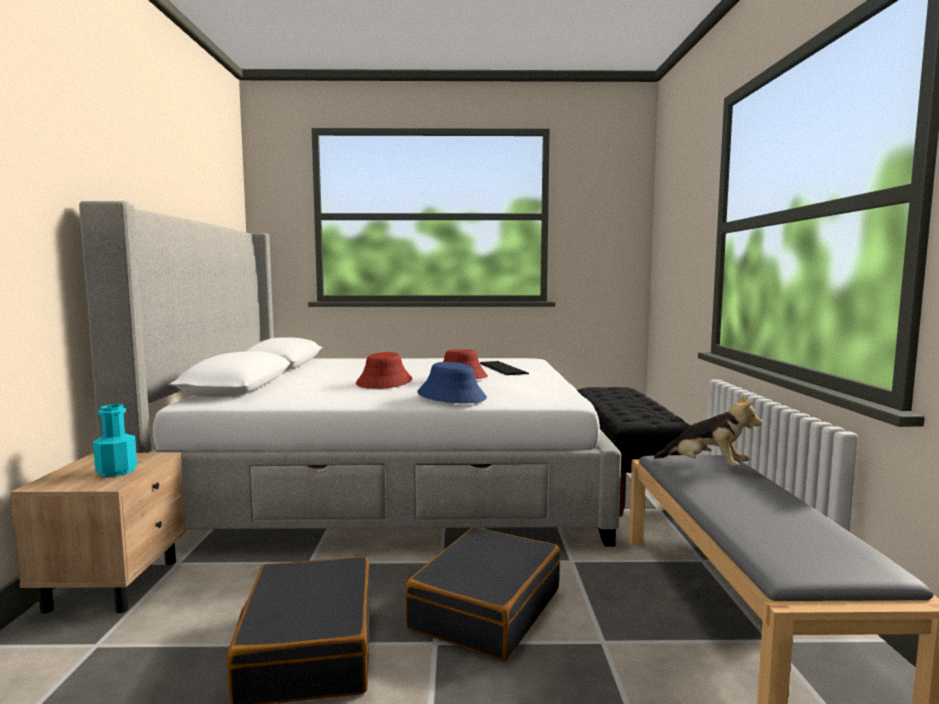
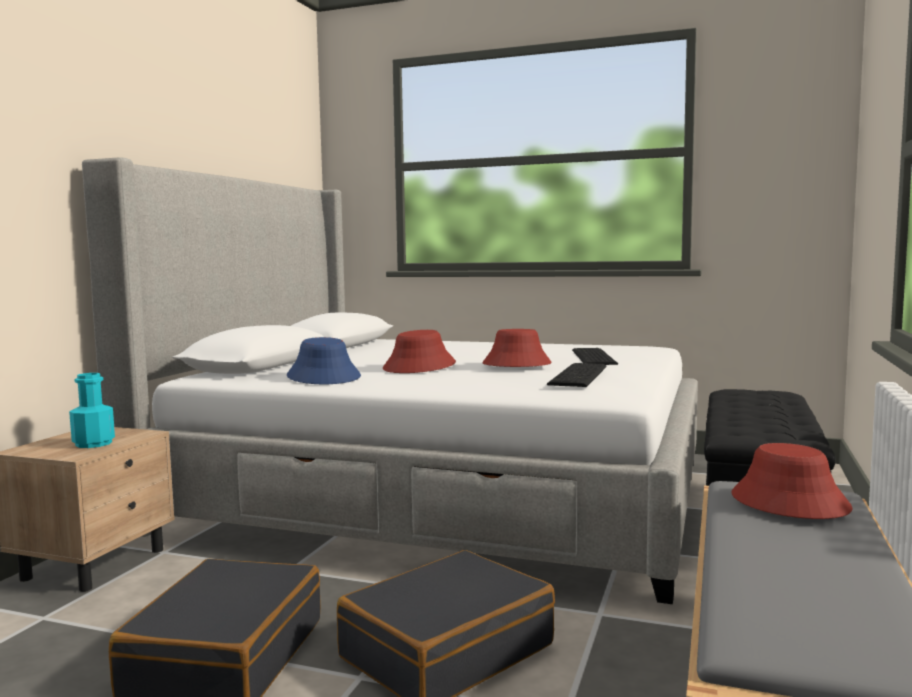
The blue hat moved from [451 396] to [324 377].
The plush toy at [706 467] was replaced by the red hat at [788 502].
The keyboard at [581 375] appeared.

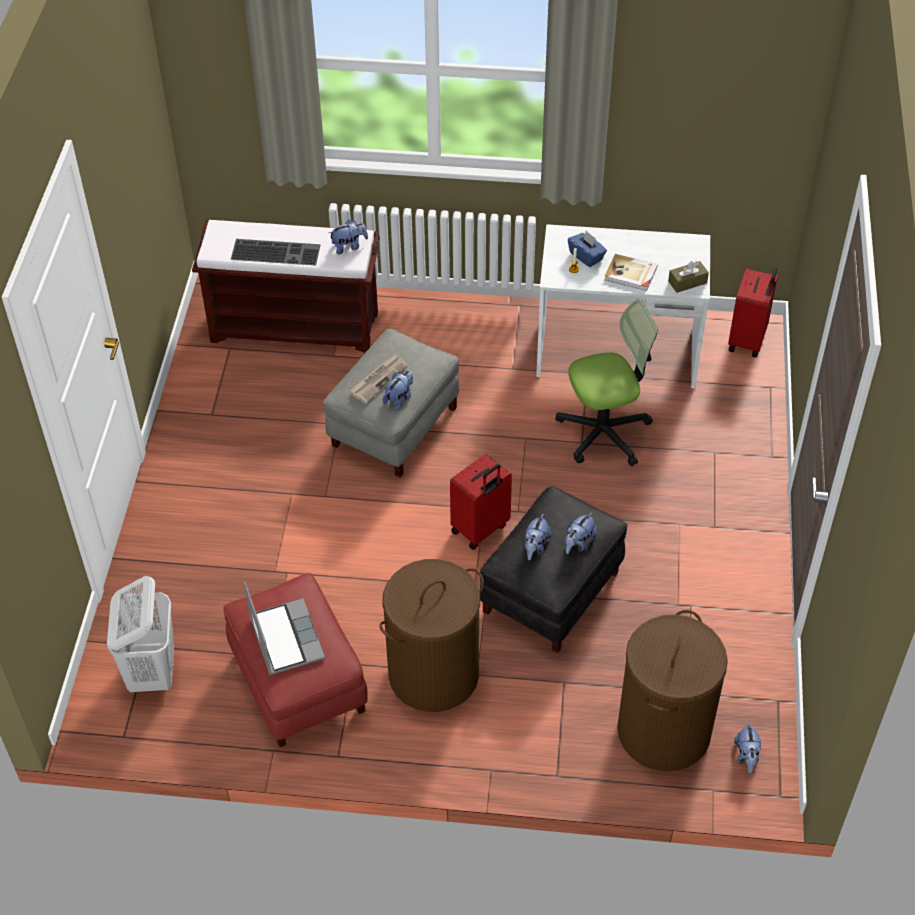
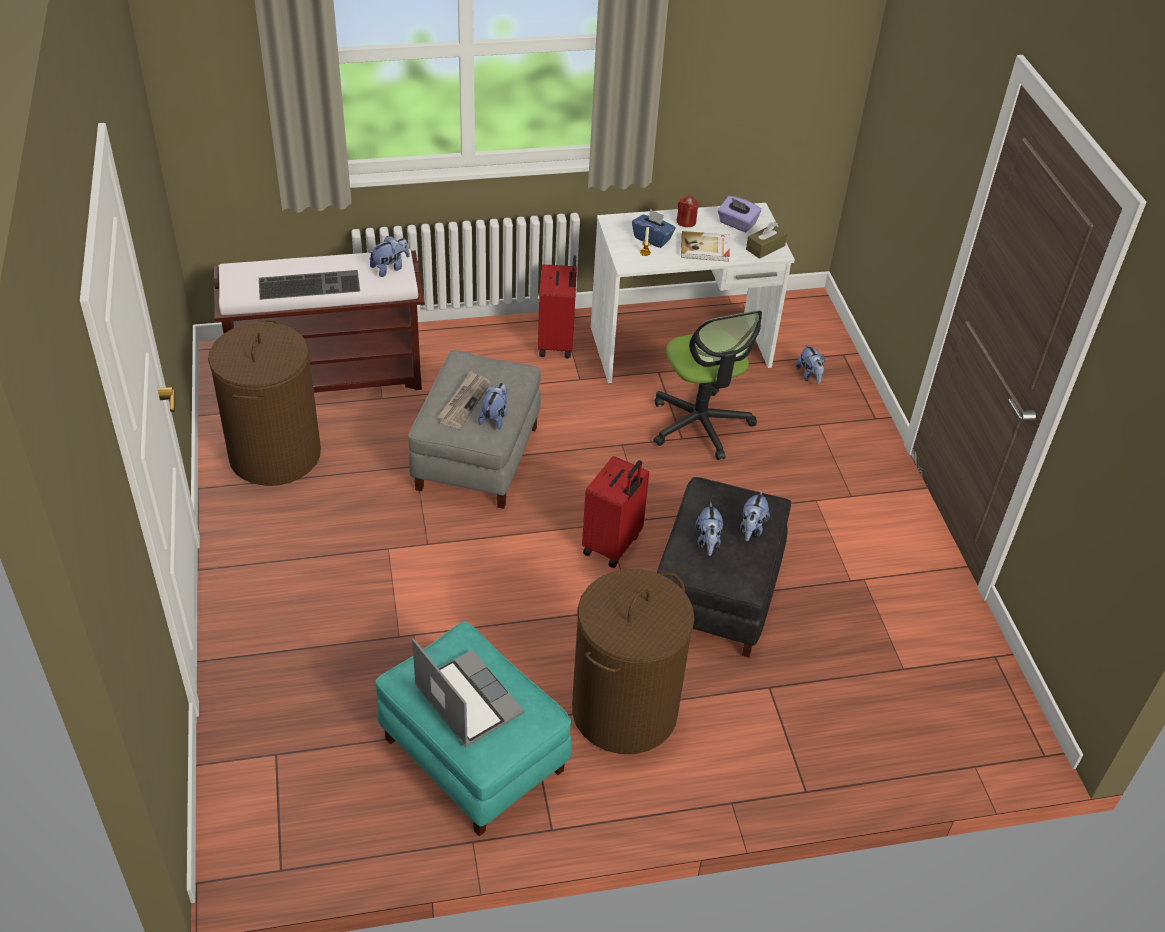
The white laundry basket at [152 672] disappeared.
The red ottoman at [298 682] became the turquoise ottoman at [472 755].
The office chair at [604 432] turned 105 degrees clockwise.
The brown laundry basket moved from [663 730] to [274 454].
The red suitcase moved from [748 340] to [557 343].
The plush toy moved from [746 756] to [809 375].
The red candle at [686 221] appeared.
The purple tissue box at [737 224] appeared.

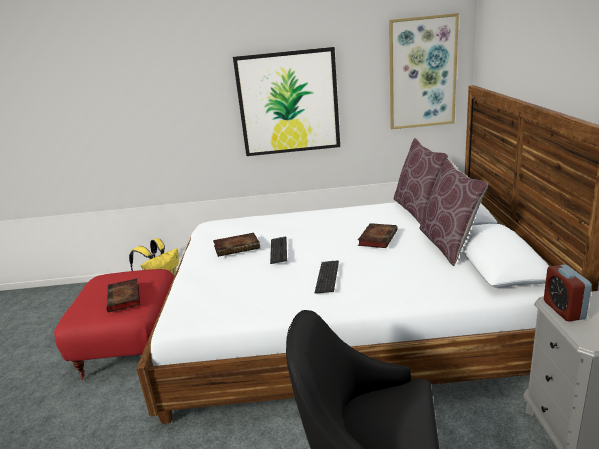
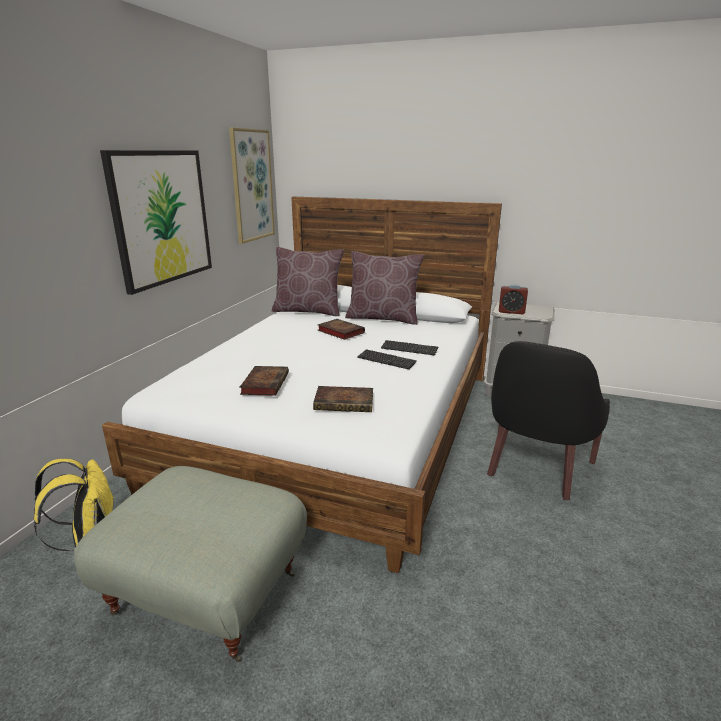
The red ottoman at [132 346] became the grey ottoman at [208 591].
The book moved from [124 298] to [345 403].
The keyboard moved from [278 251] to [409 349].

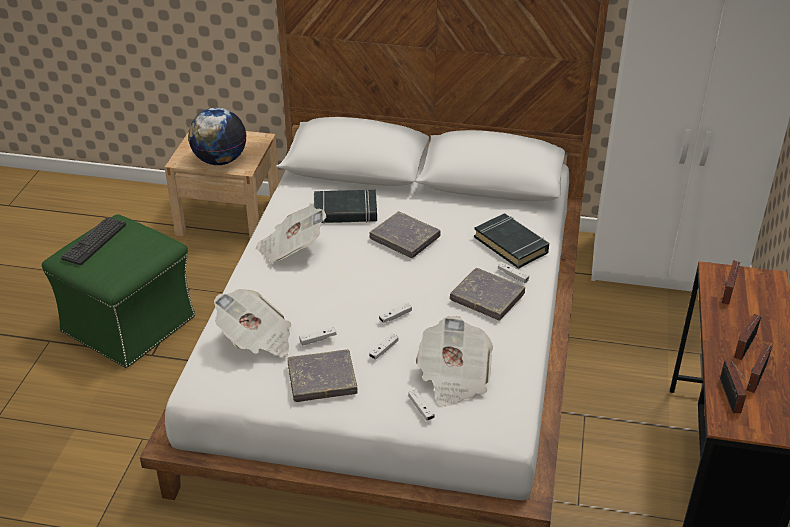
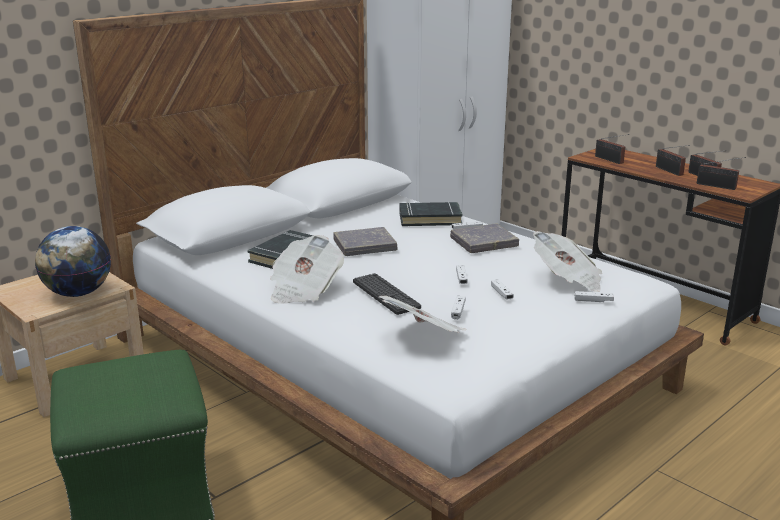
The keyboard moved from [94 241] to [386 294].
The grey book at [322 379] disappeared.

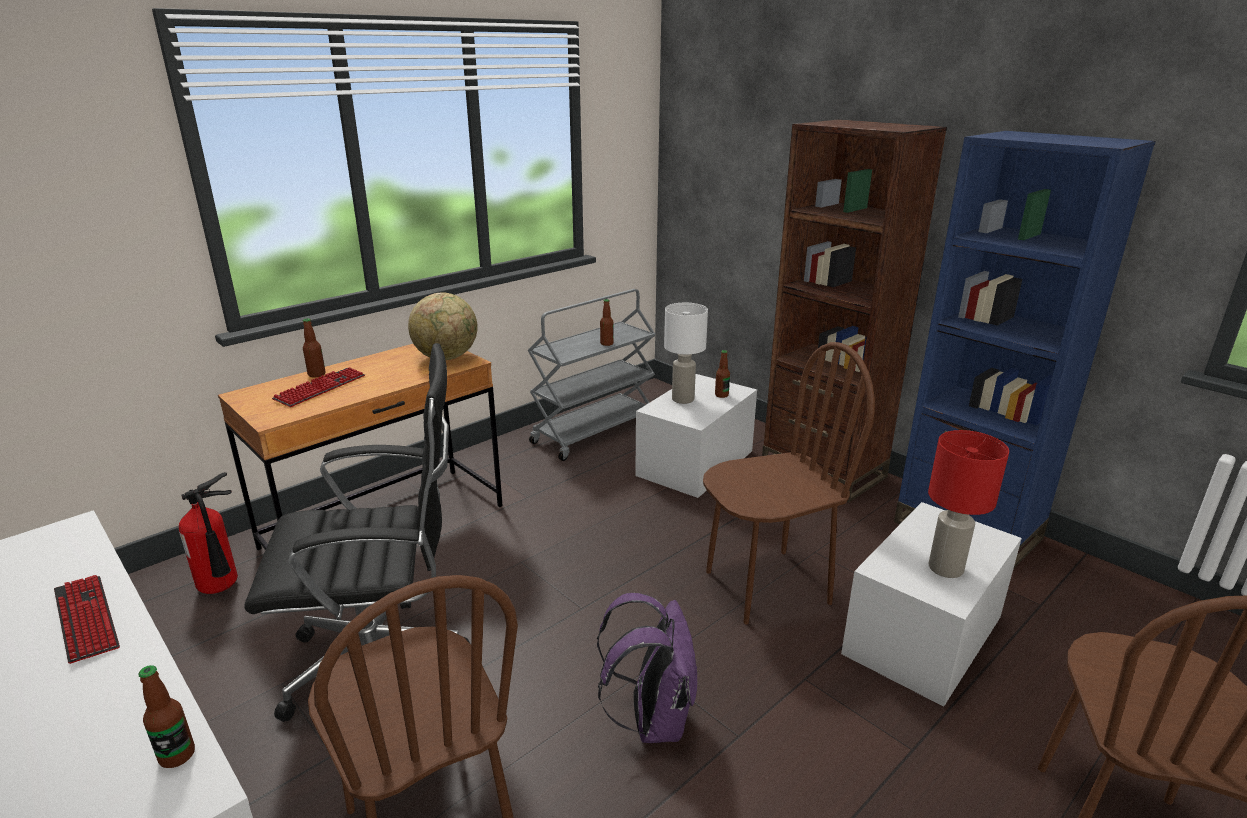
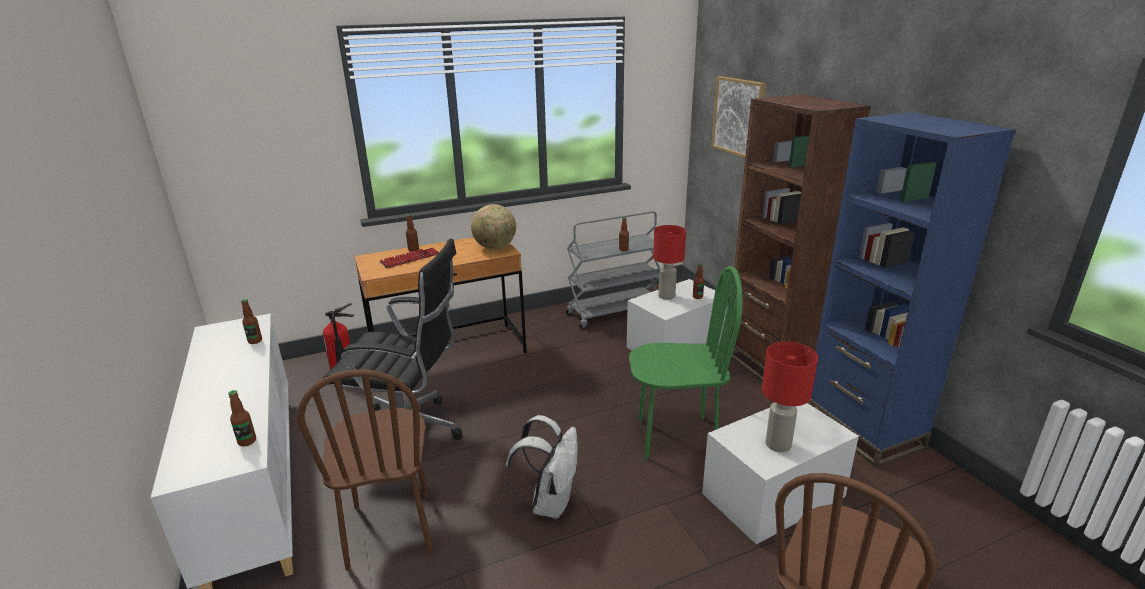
The keyboard at [86 619] disappeared.
The purple backpack at [653 719] became the white backpack at [550 502].
The white table lamp at [682 399] became the red table lamp at [666 296].
The brown chair at [766 586] became the green chair at [676 438].
The bottle at [255 341] appeared.
The picture at [738 117] appeared.

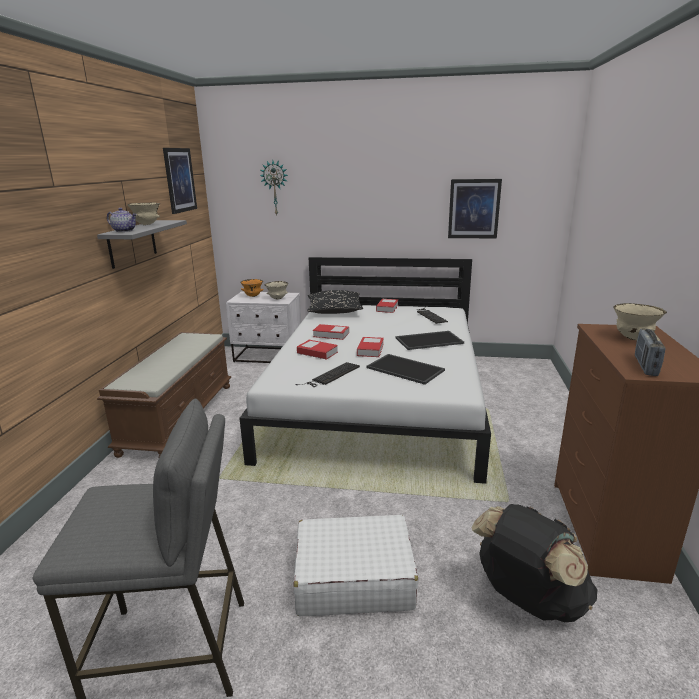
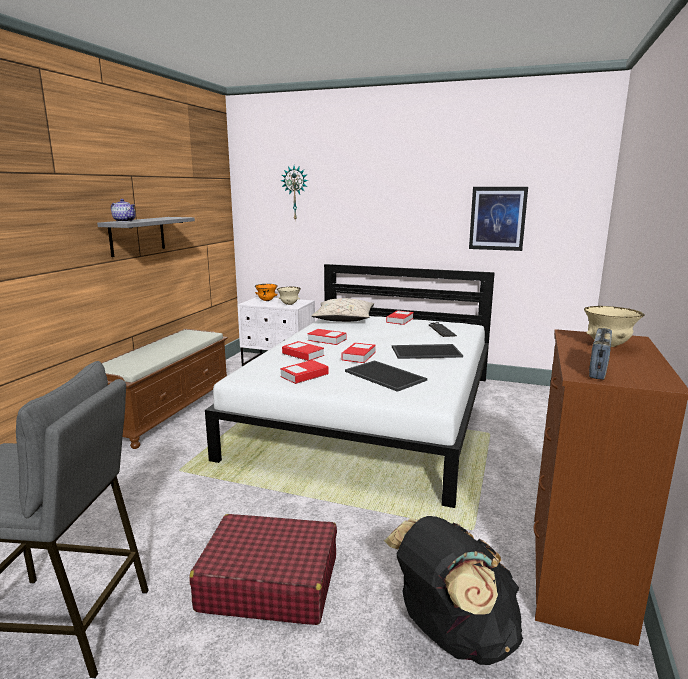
The beige bowl at [146 225] disappeared.
The picture at [179 180] disappeared.
The white suitcase at [353 578] became the red suitcase at [269 583].
The keyboard at [331 375] was replaced by the book at [304 375].
The black pillow at [334 311] became the beige pillow at [343 319].

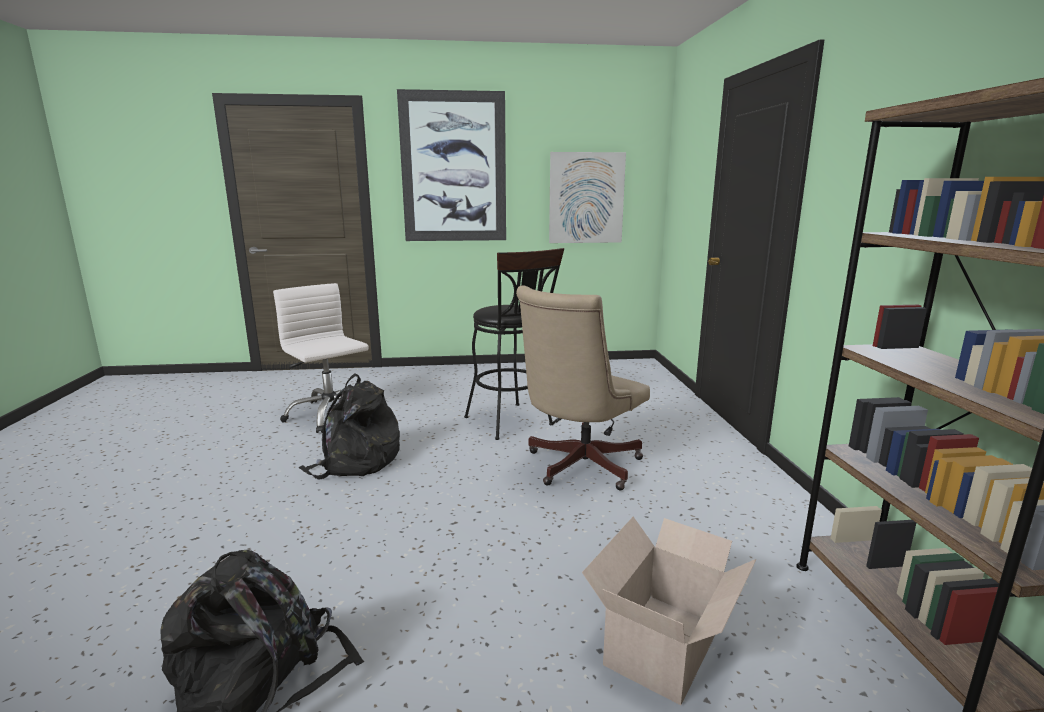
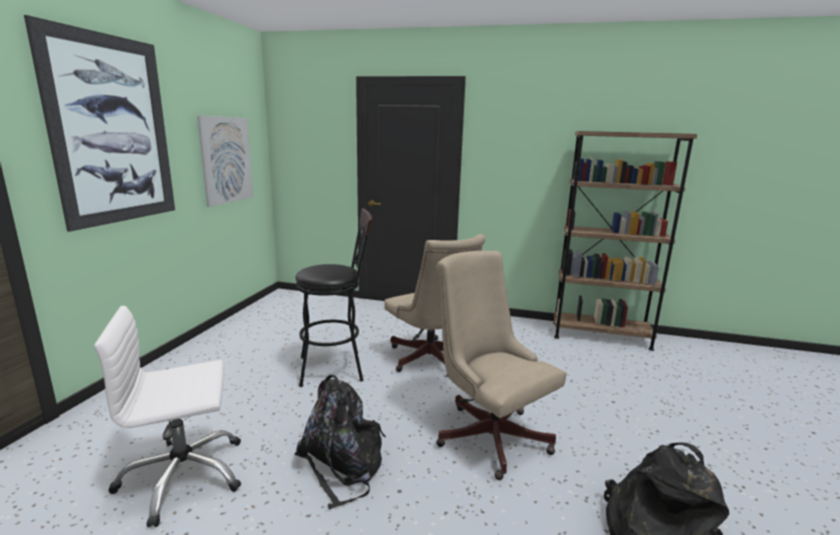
The cardboard box at [666 643] disappeared.
The beige office chair at [488 433] appeared.

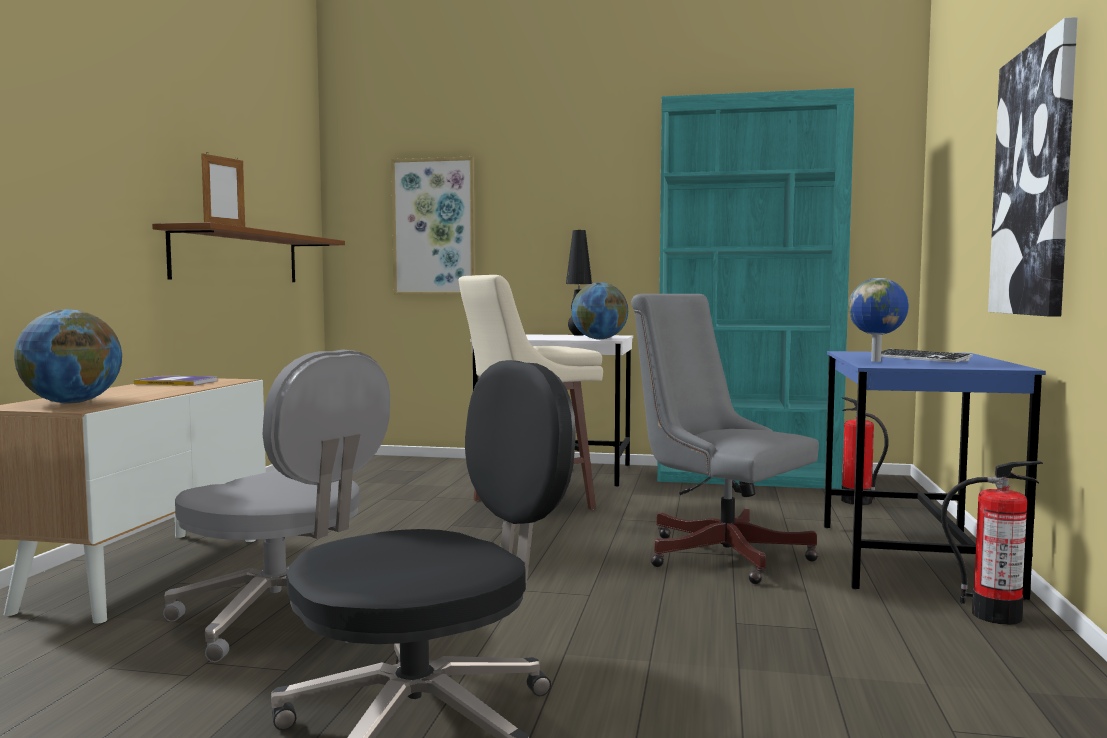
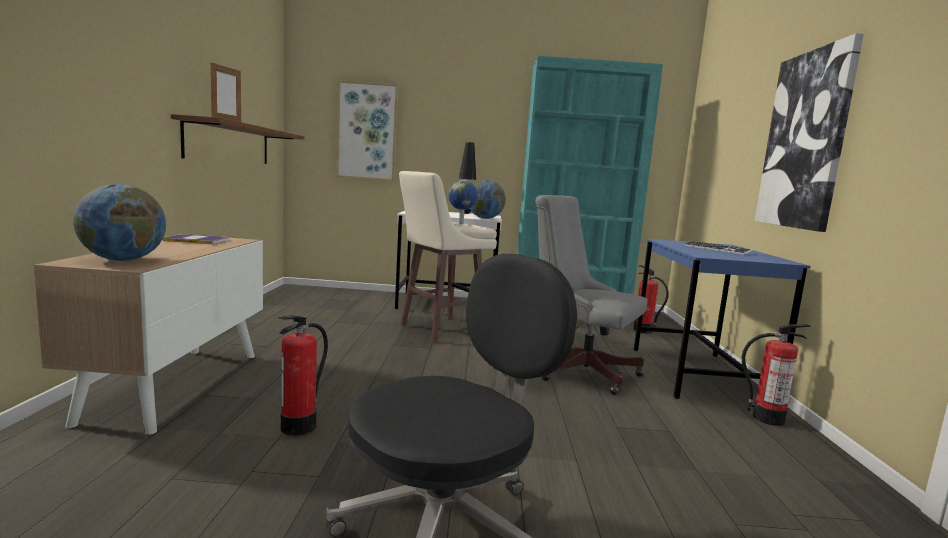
The grey office chair at [283 618] was replaced by the fire extinguisher at [299 427].
The globe moved from [877 361] to [461 223].

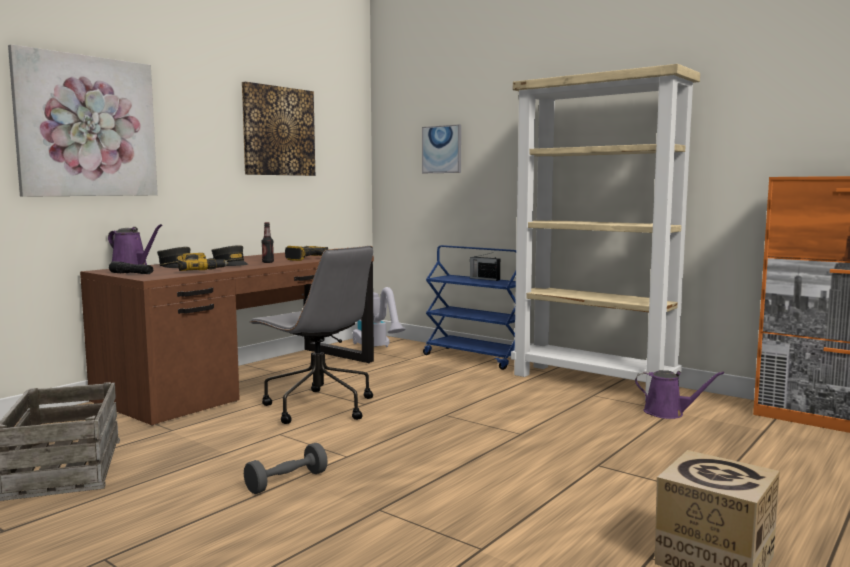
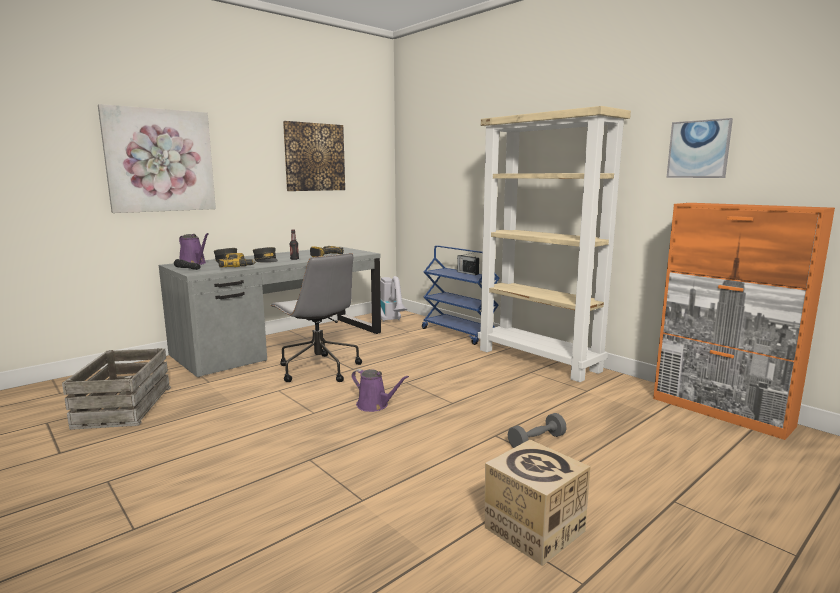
The brown desk at [246 380] became the grey desk at [282 344].
The grey dumbbell moved from [286 482] to [536 441].
The picture moved from [442 149] to [698 149].
The purple watering can moved from [668 413] to [375 405].

